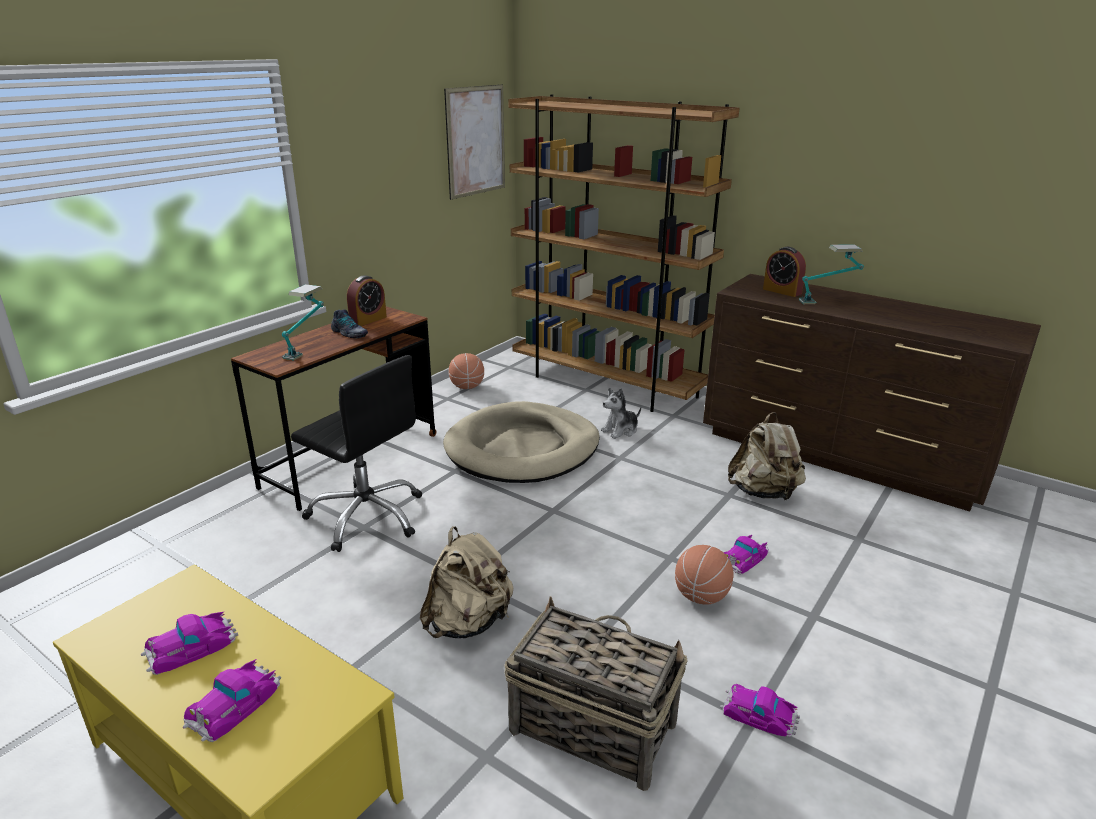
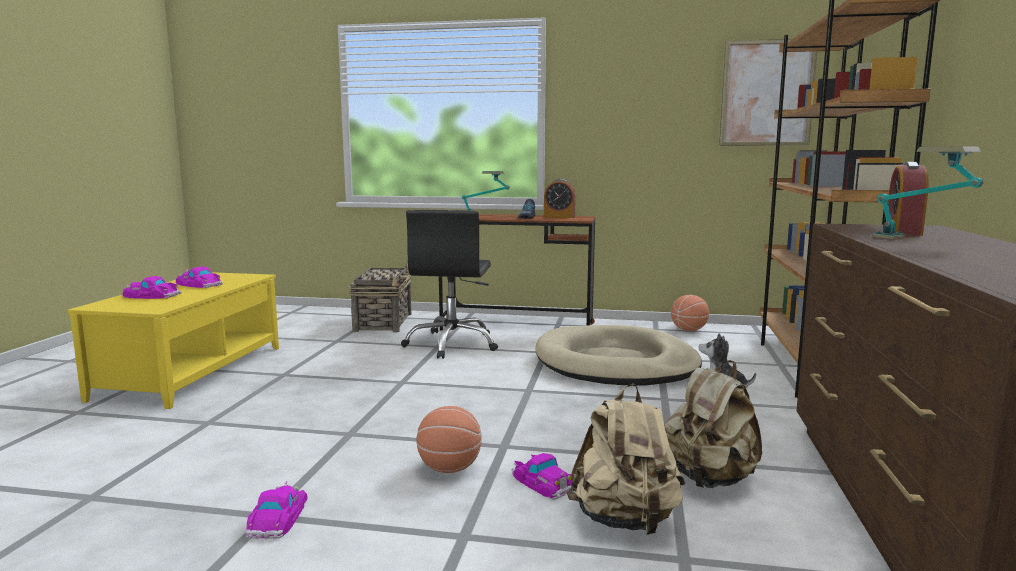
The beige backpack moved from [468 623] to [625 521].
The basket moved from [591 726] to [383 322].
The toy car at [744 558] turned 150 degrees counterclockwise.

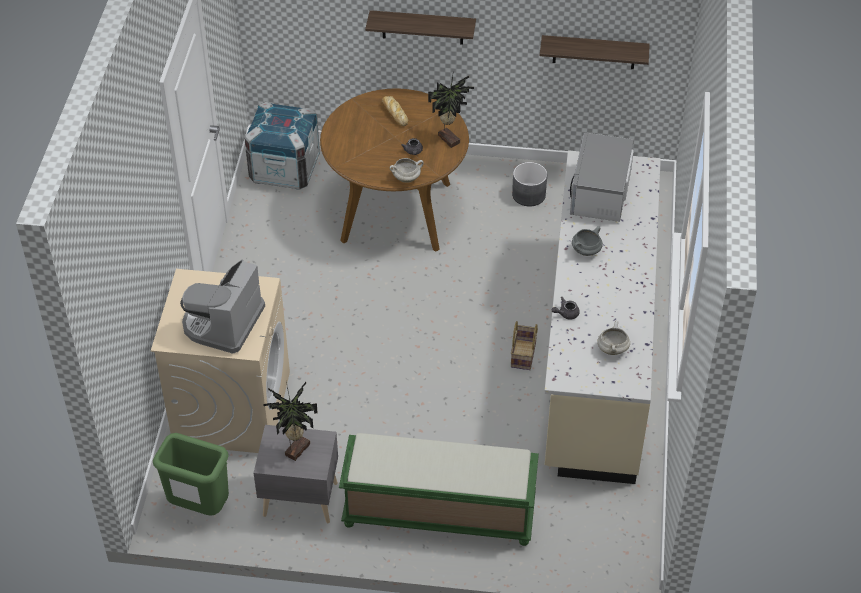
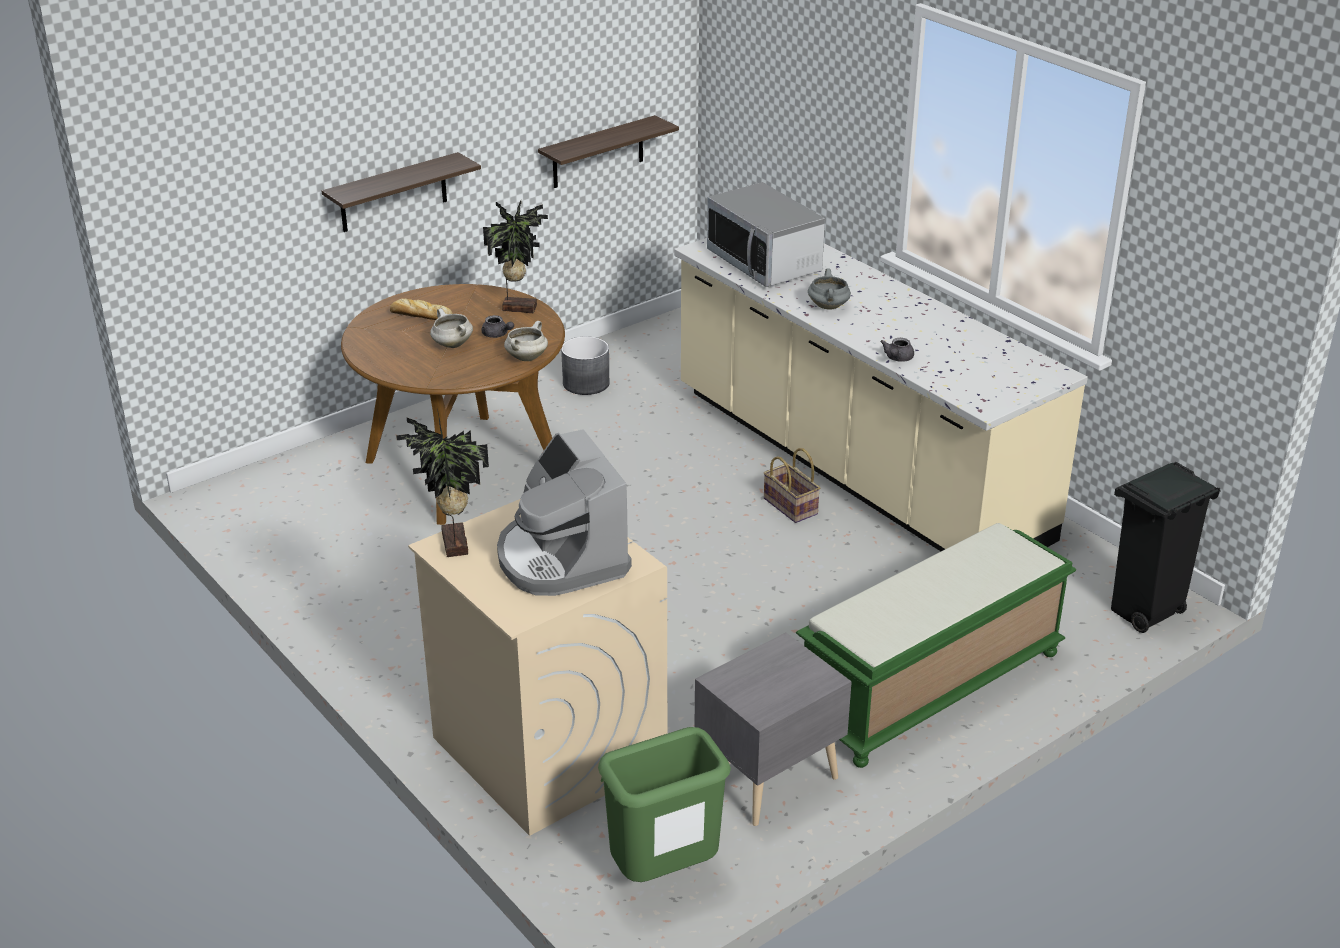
The crate at [285 169] disappeared.
The potted plant moved from [295 449] to [452 545].
The white cooking pot moved from [612 349] to [451 345].
The black trash can at [1144 614] appeared.

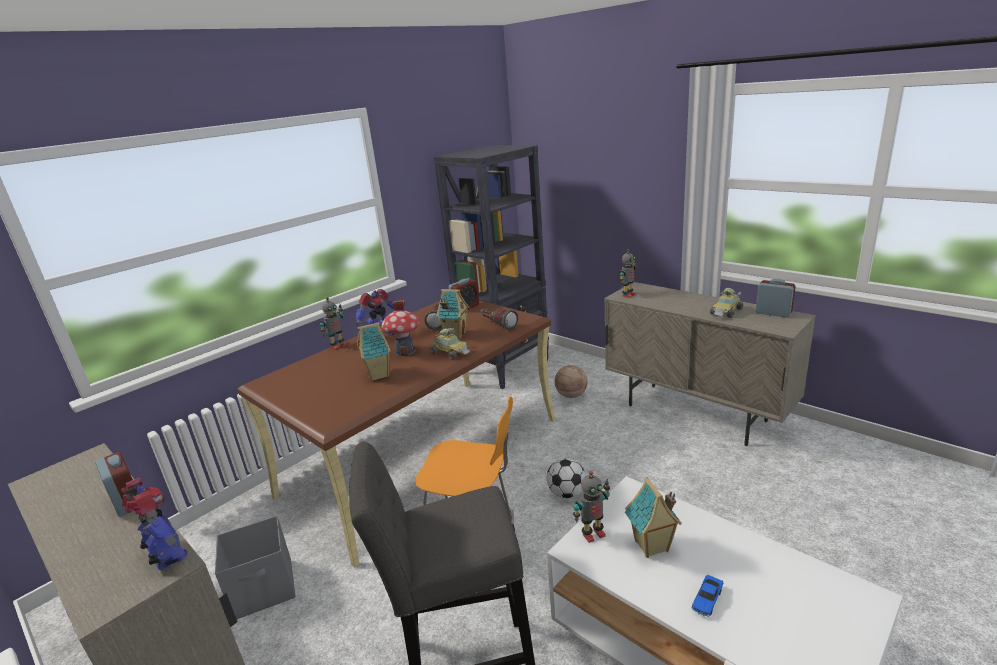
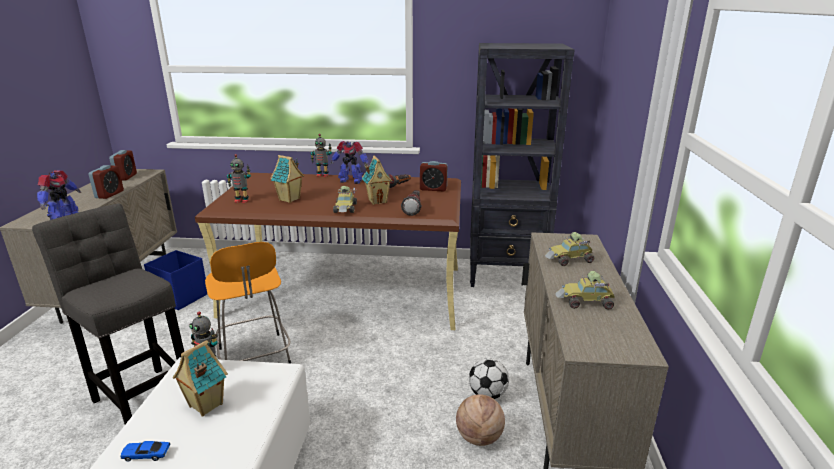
The grey storage box at [265 589] became the blue storage box at [180 297].
The toy house at [405 352] disappeared.
The football moved from [566 493] to [487 394].
The basketball moved from [571 395] to [479 438].
The toy robot moved from [628 295] to [242 201].
The alarm clock moved from [773 313] to [126 177].
The toy car at [570 259] appeared.

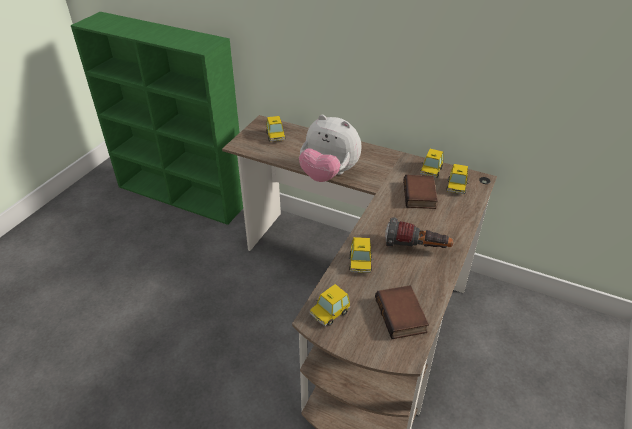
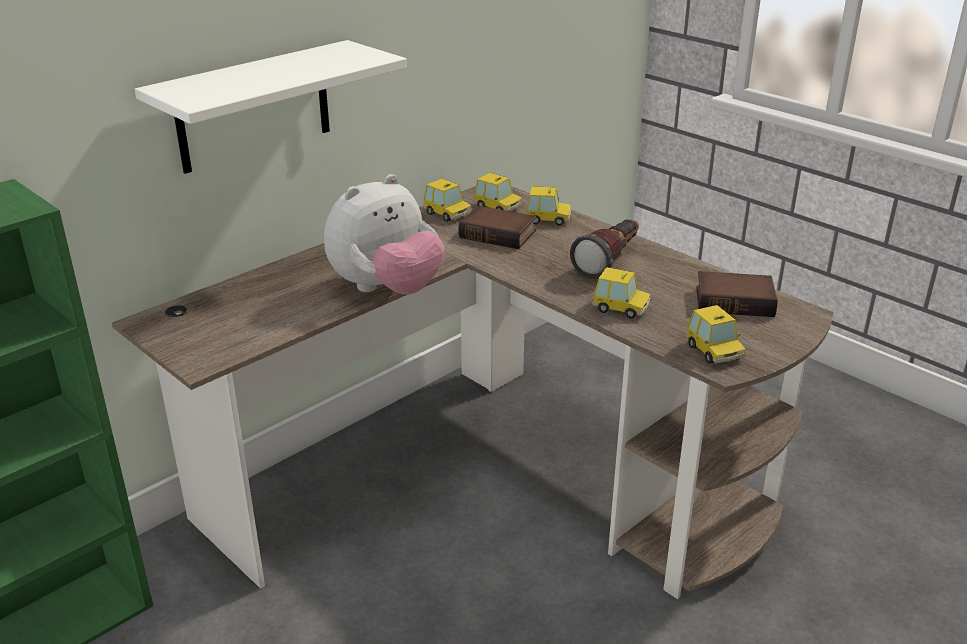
The toy car moved from [275 136] to [548 219].
The white shelf at [254 107] appeared.

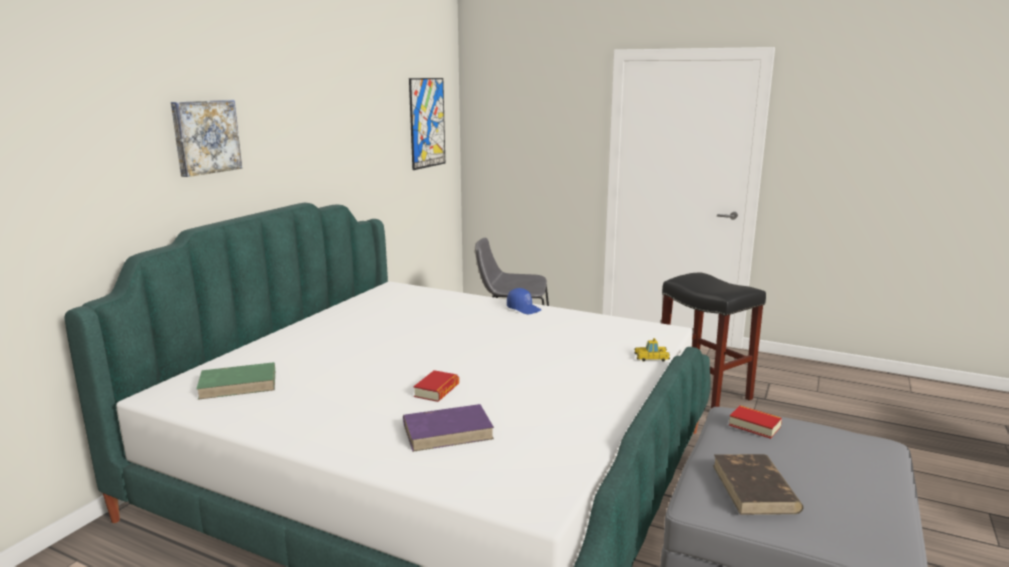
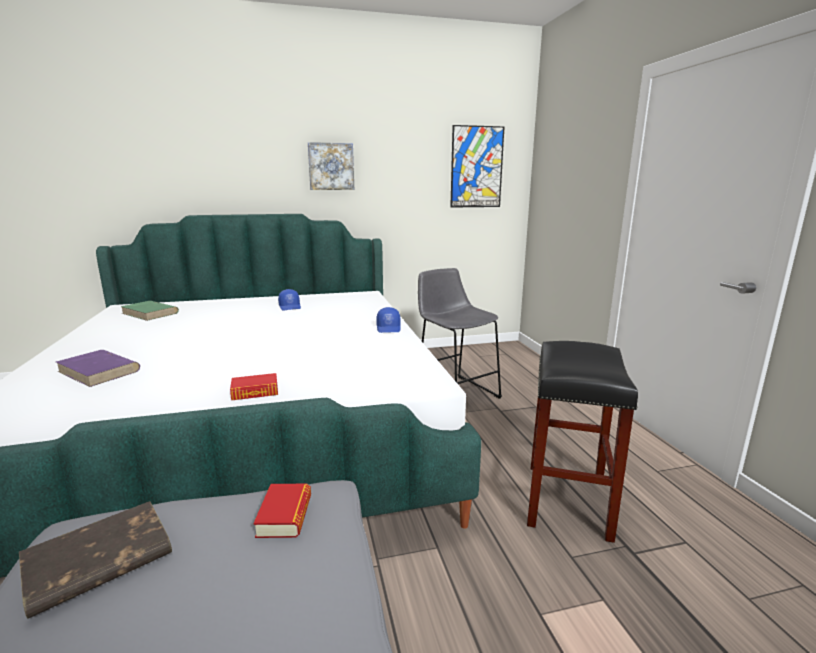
The picture moved from [205 137] to [331 166].
The book moved from [437 390] to [255 392].
The toy car at [651 357] disappeared.
The blue cap at [290 307] appeared.

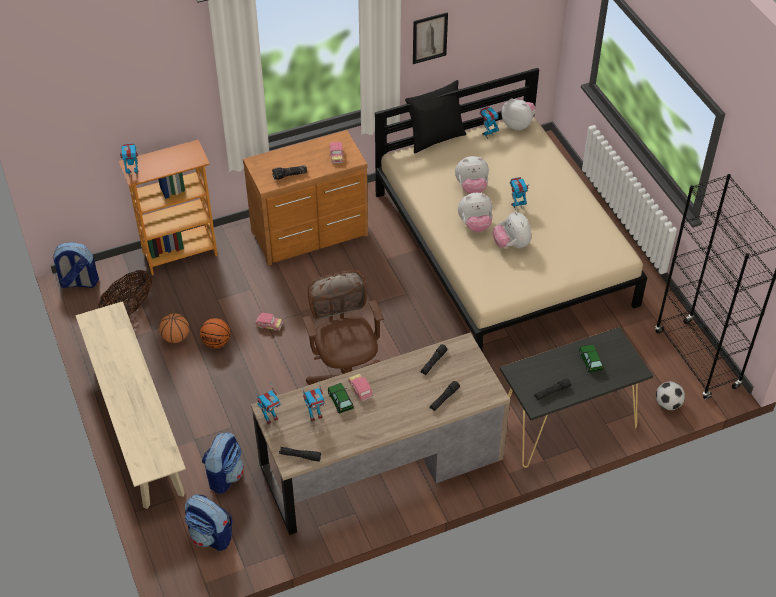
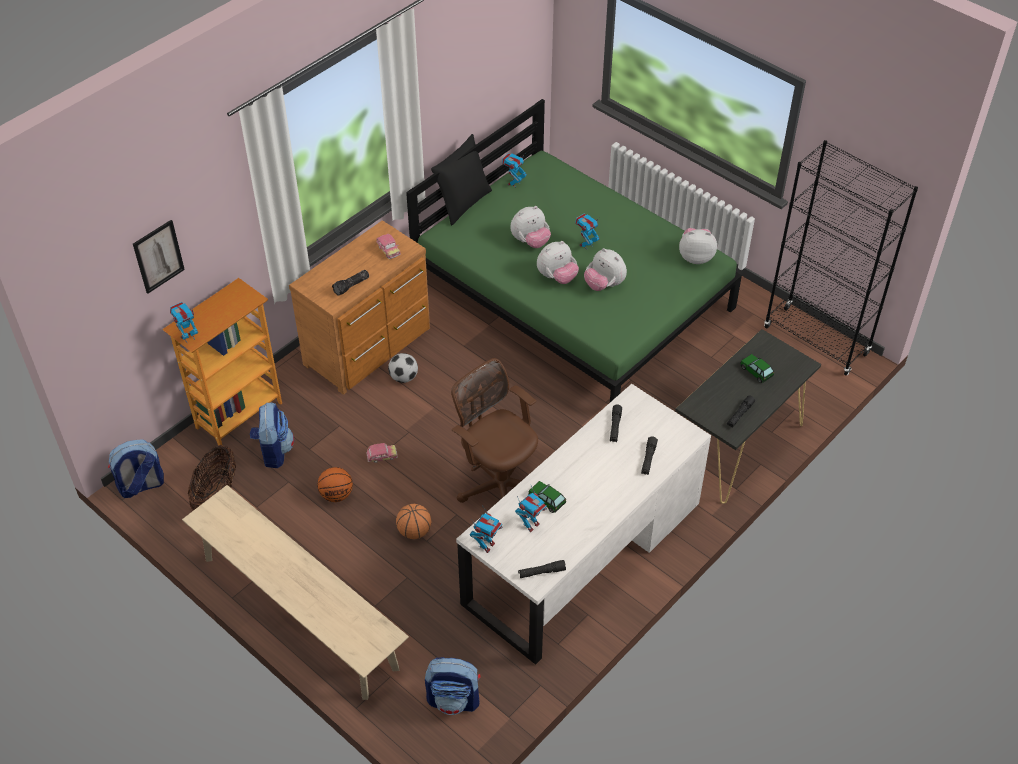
The basketball moved from [176 337] to [414 531].
The backpack moved from [224 475] to [274 451].
The brown desk at [381 462] became the white desk at [582 553].
The toy car at [360 390] disappeared.
The beige bed at [503 247] became the green bed at [573 295].
The picture moved from [429 38] to [158 256].
The plush toy moved from [517 124] to [695 257].
The football moved from [668 404] to [404 377].

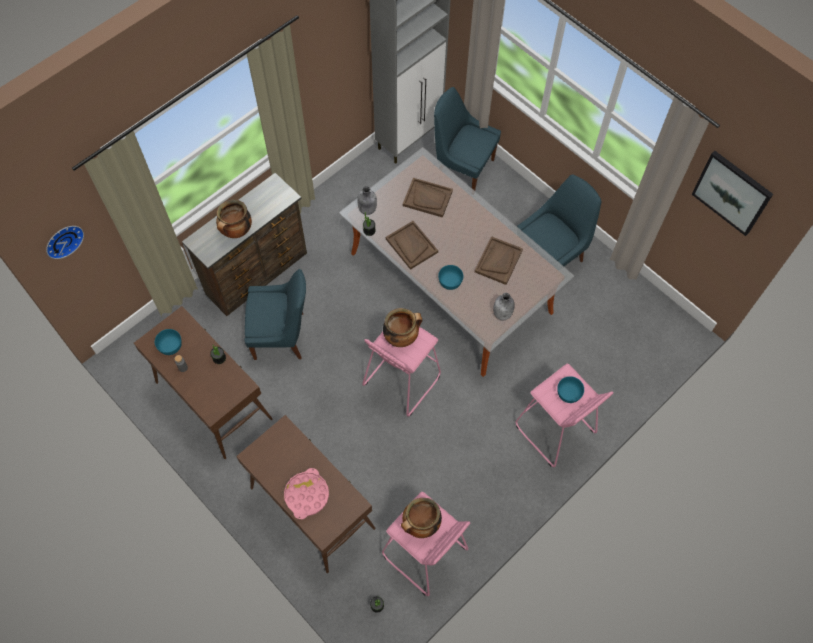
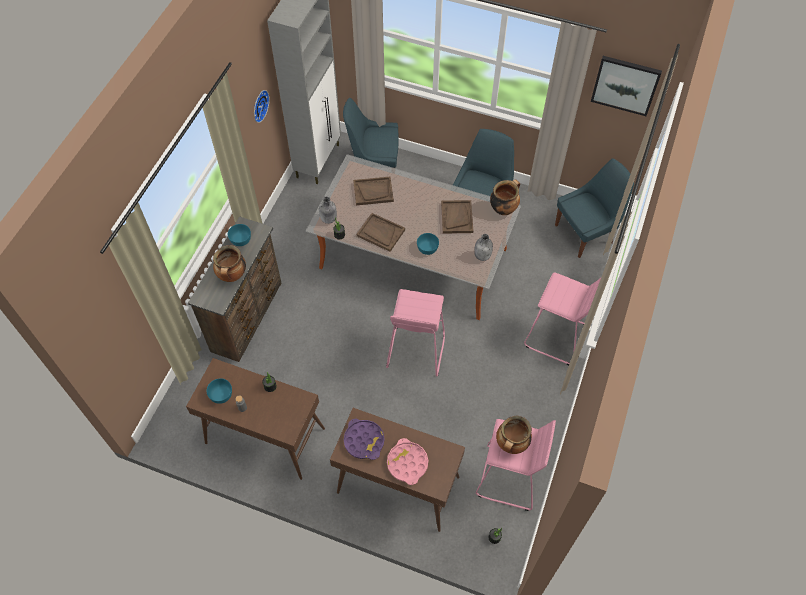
The wall clock moved from [63 240] to [259 105].
The blue chair moved from [282 335] to [585 233].
The cooking pot moved from [401 337] to [503 208].
The turquoise bowl moved from [568 393] to [240 239].
The purple tray at [364 441] appeared.

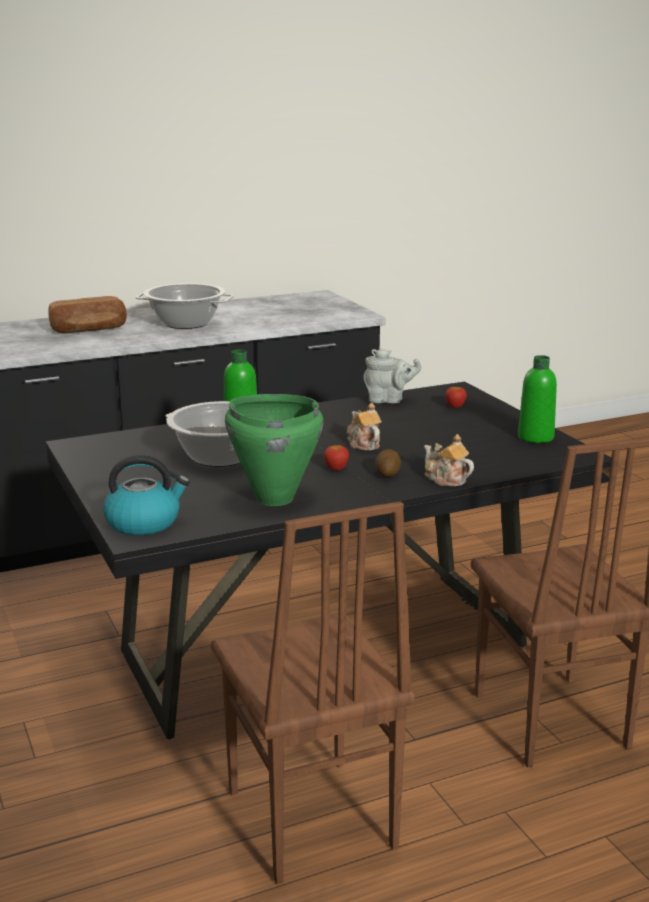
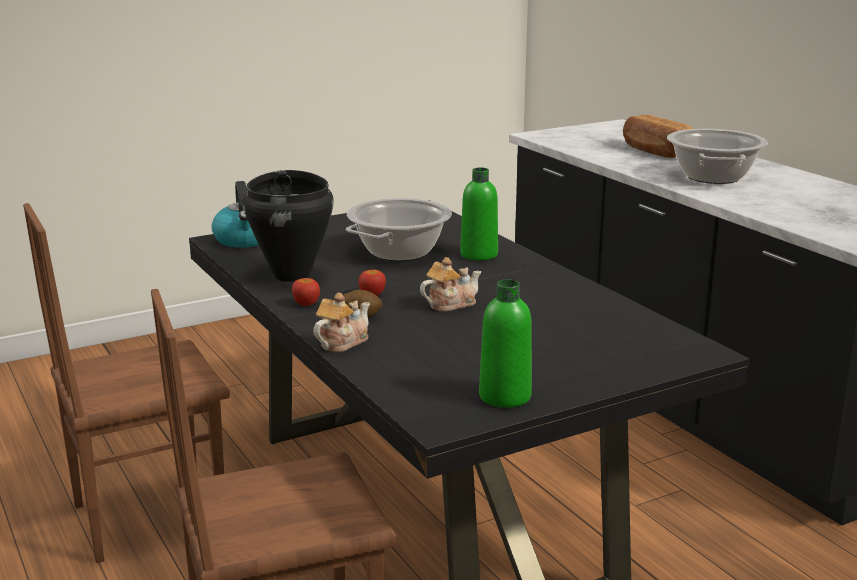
The green cooking pot at [274 498] became the black cooking pot at [292 275].
The grey teapot at [388 400] disappeared.
The apple moved from [455 406] to [306 304].

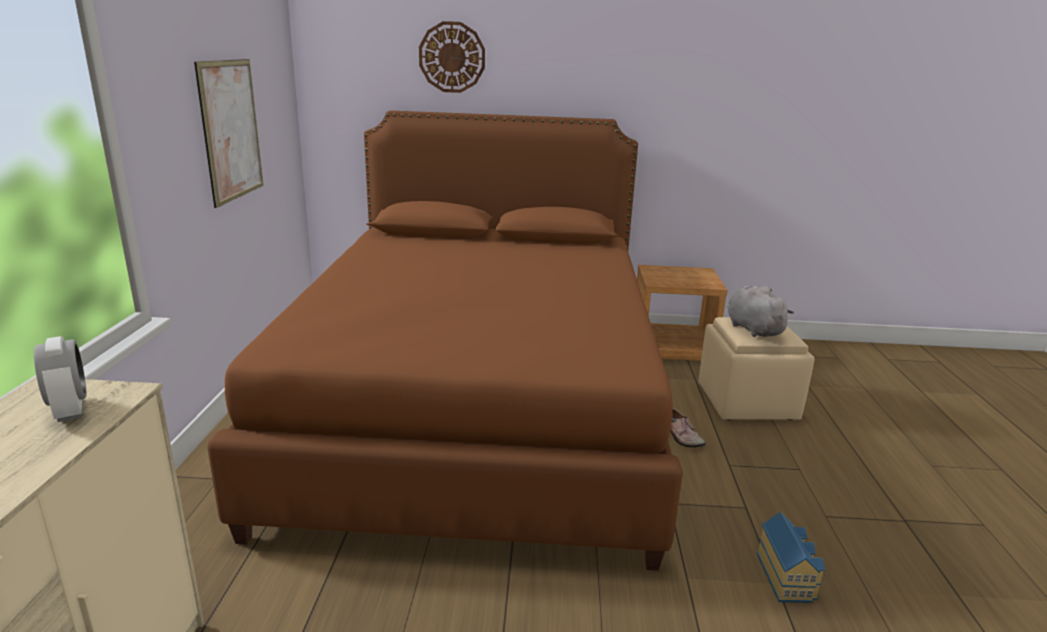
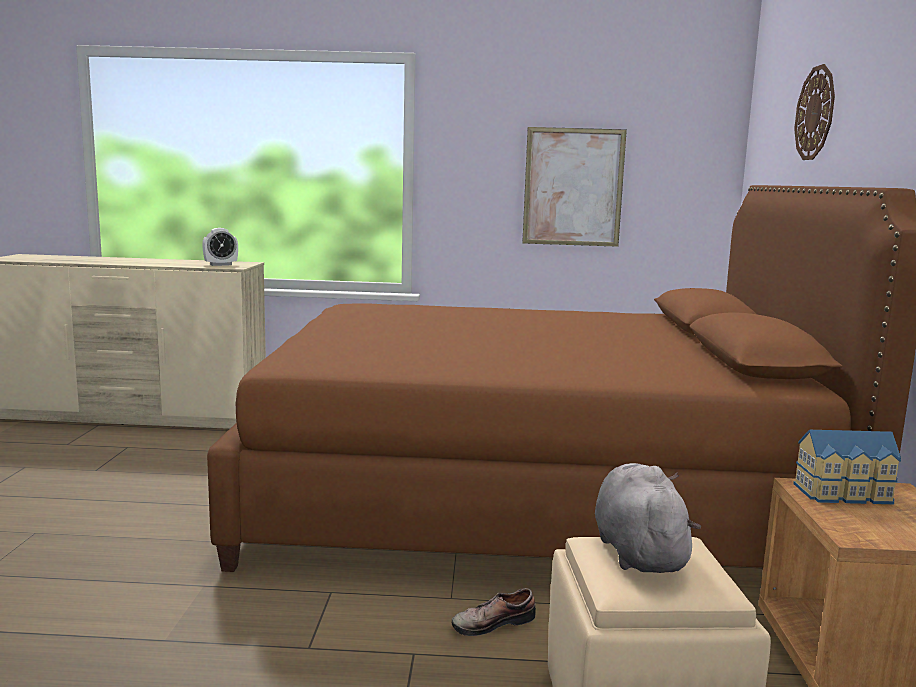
The grey plush toy at [752 329] turned 75 degrees counterclockwise.
The toy house moved from [787 576] to [845 494].

